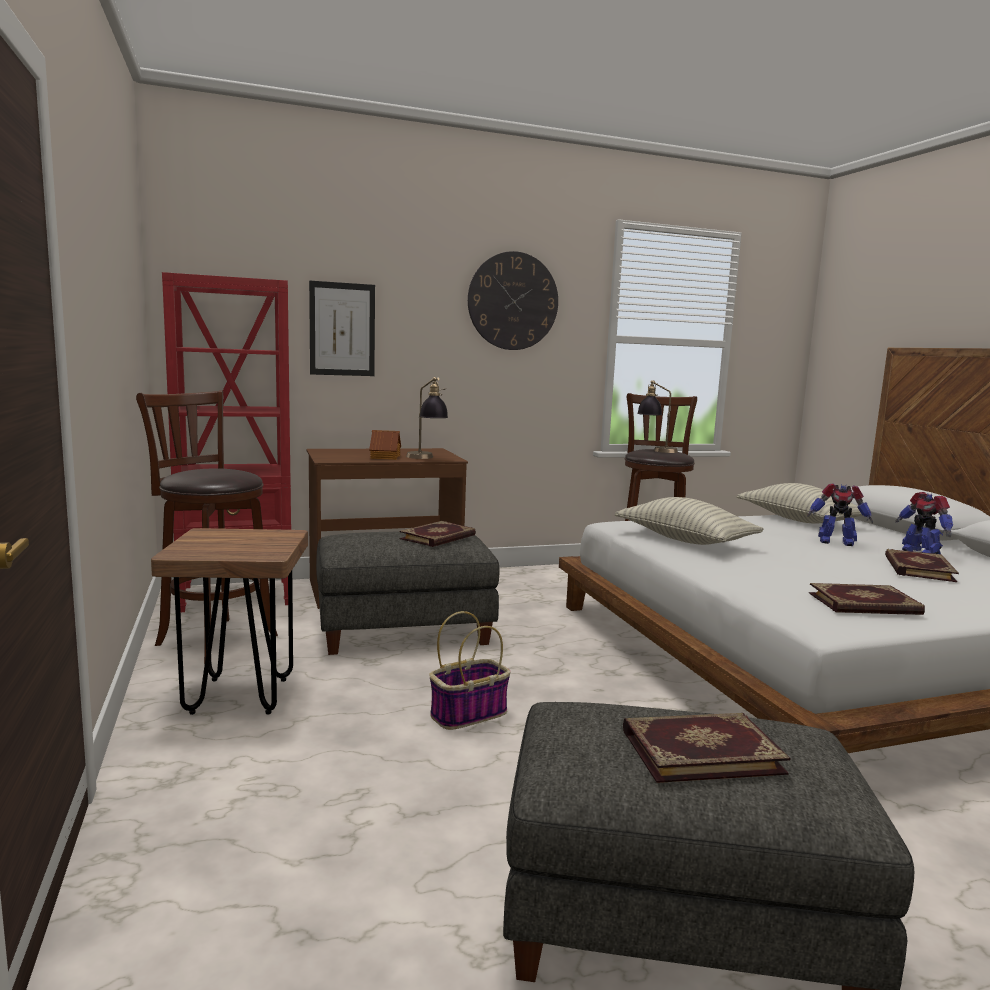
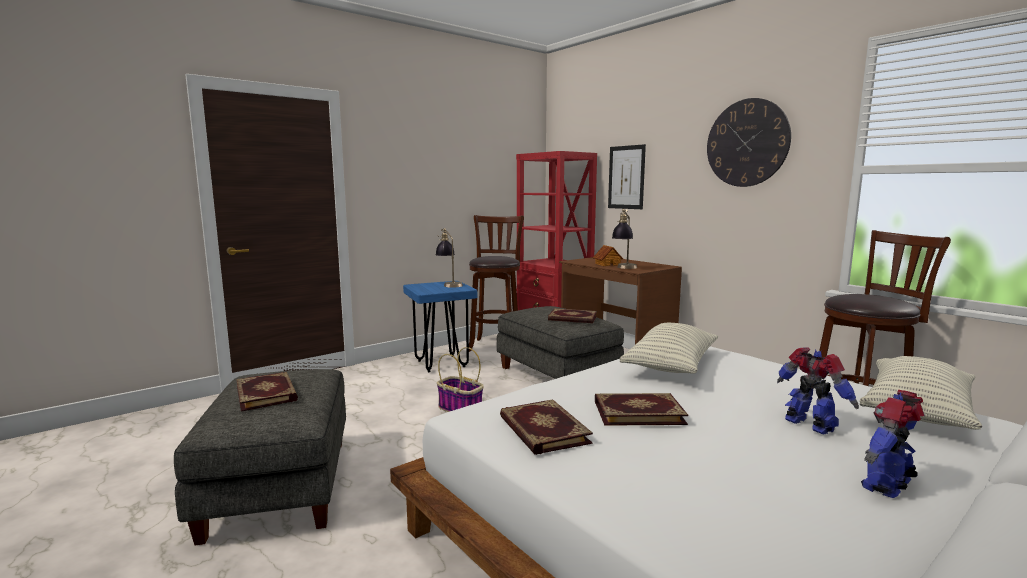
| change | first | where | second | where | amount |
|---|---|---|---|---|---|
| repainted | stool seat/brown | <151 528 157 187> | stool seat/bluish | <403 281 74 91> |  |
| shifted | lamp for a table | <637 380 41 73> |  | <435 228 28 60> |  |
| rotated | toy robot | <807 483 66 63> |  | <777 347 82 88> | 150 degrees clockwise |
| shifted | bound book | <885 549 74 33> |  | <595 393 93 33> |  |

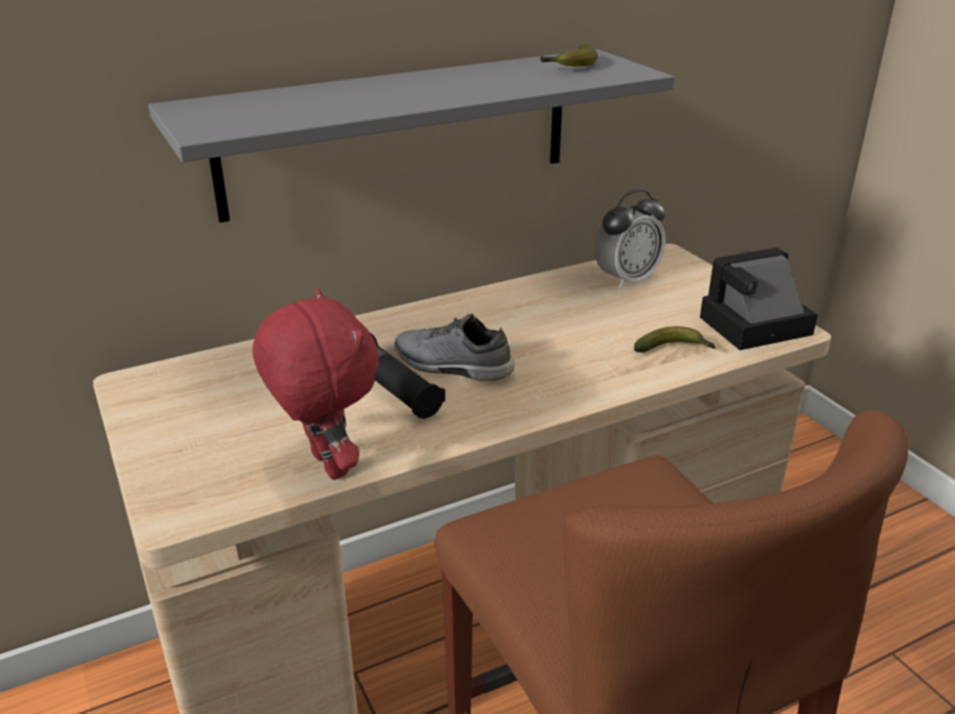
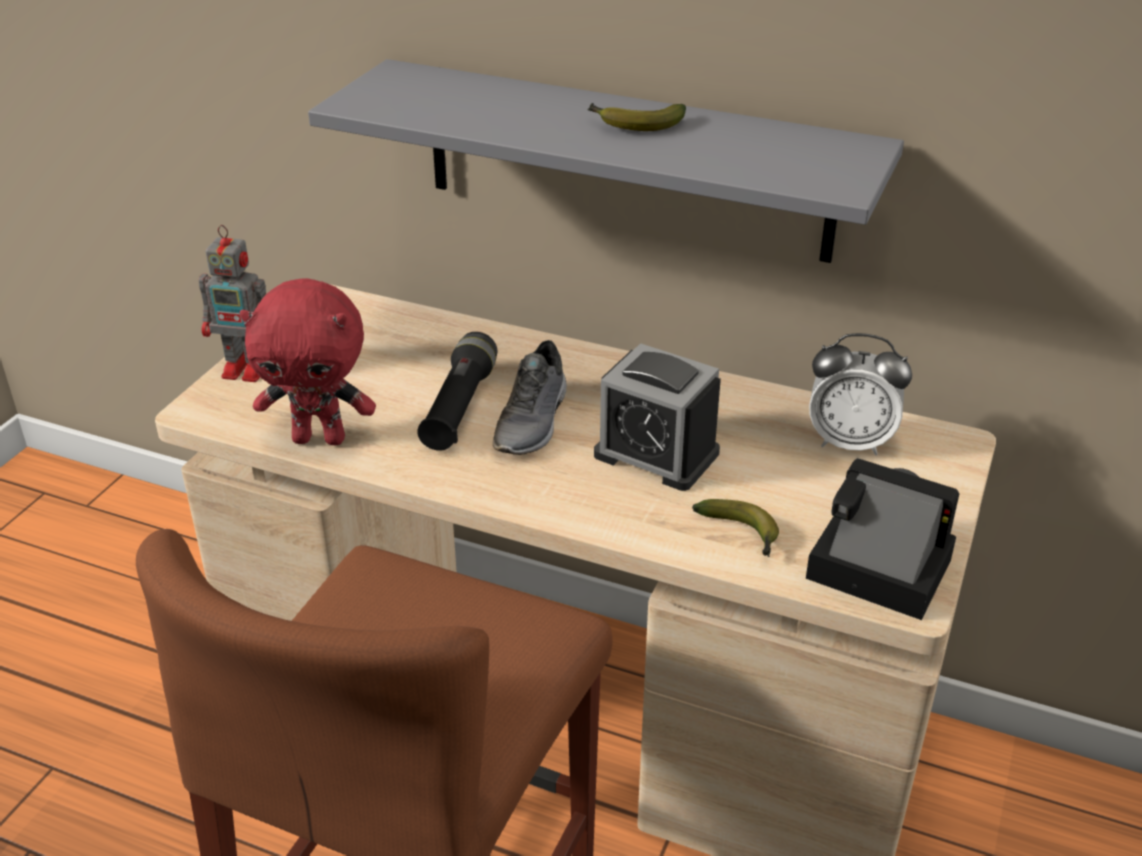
| change | first | where | second | where | amount |
|---|---|---|---|---|---|
| rotated | soft toy/red | <253 288 126 192> |  | <240 278 136 167> | 75 degrees clockwise |
| rotated | low shoe/greyish | <394 314 121 67> |  | <493 340 74 115> | 150 degrees counterclockwise |
| shifted | banana fruit | <540 45 58 22> |  | <587 103 99 28> |  |
| new |  |  | toy robot | <199 225 67 157> |  |
| new |  |  | alarm clock | <594 343 127 148> |  |

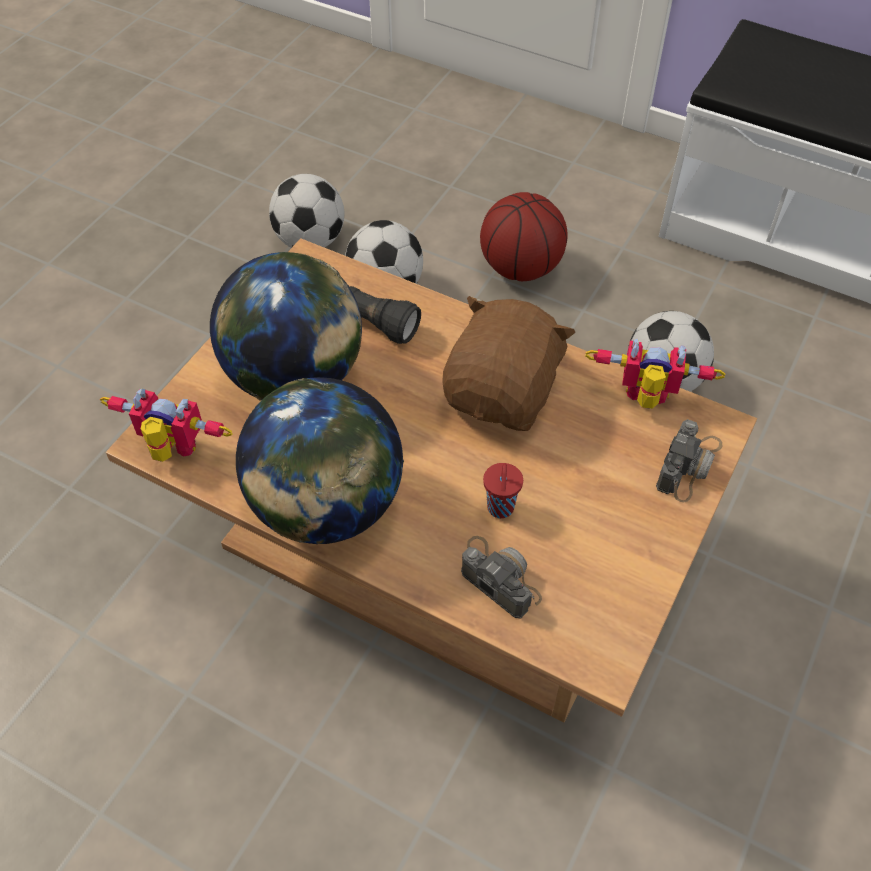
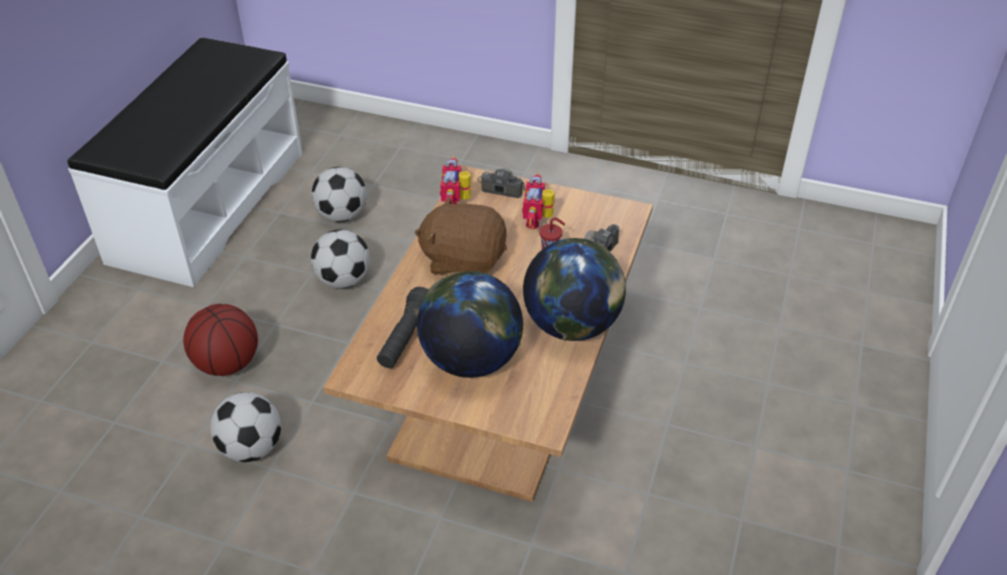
| change | first | where | second | where | amount |
|---|---|---|---|---|---|
| shifted | toy robot | <100 389 133 73> |  | <522 172 33 57> |  |
| shifted | ball for football | <269 174 76 74> |  | <312 167 55 55> |  |

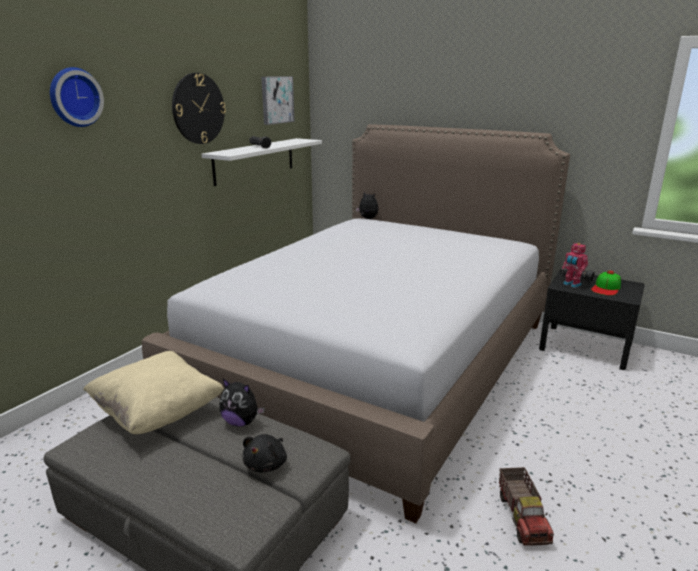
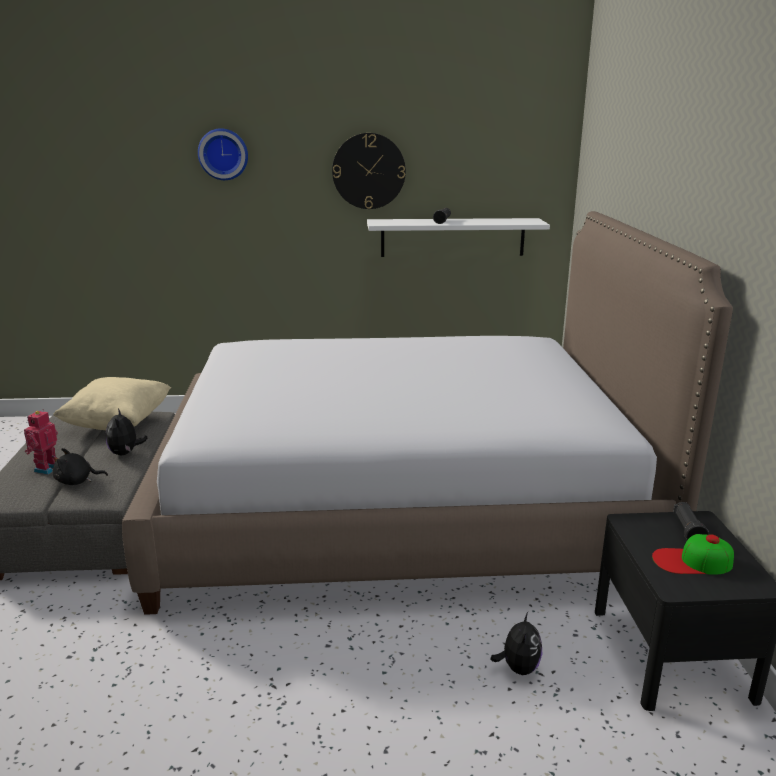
| change | first | where | second | where | amount |
|---|---|---|---|---|---|
| gone | wall picture | <261 77 34 48> |  |  |  |
| shifted | soft toy | <356 192 22 27> |  | <490 612 53 63> |  |
| gone | toy truck | <499 467 55 79> |  |  |  |
| shifted | toy robot | <562 242 26 46> |  | <24 409 34 65> |  |

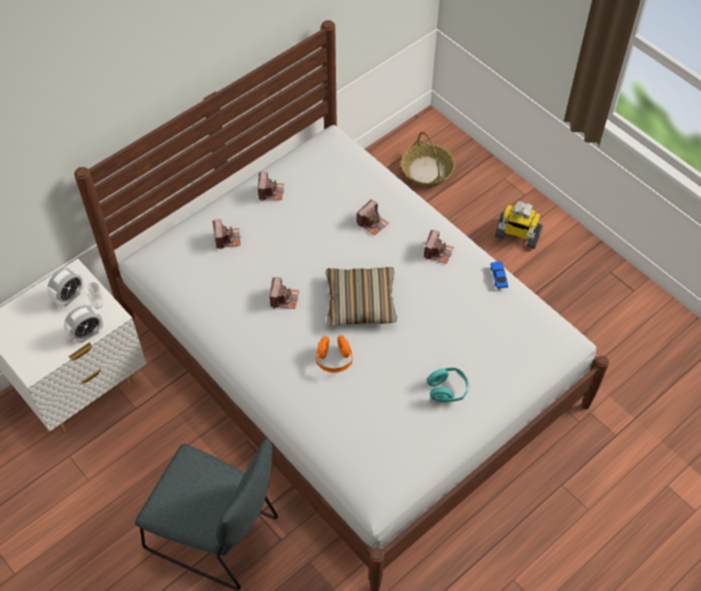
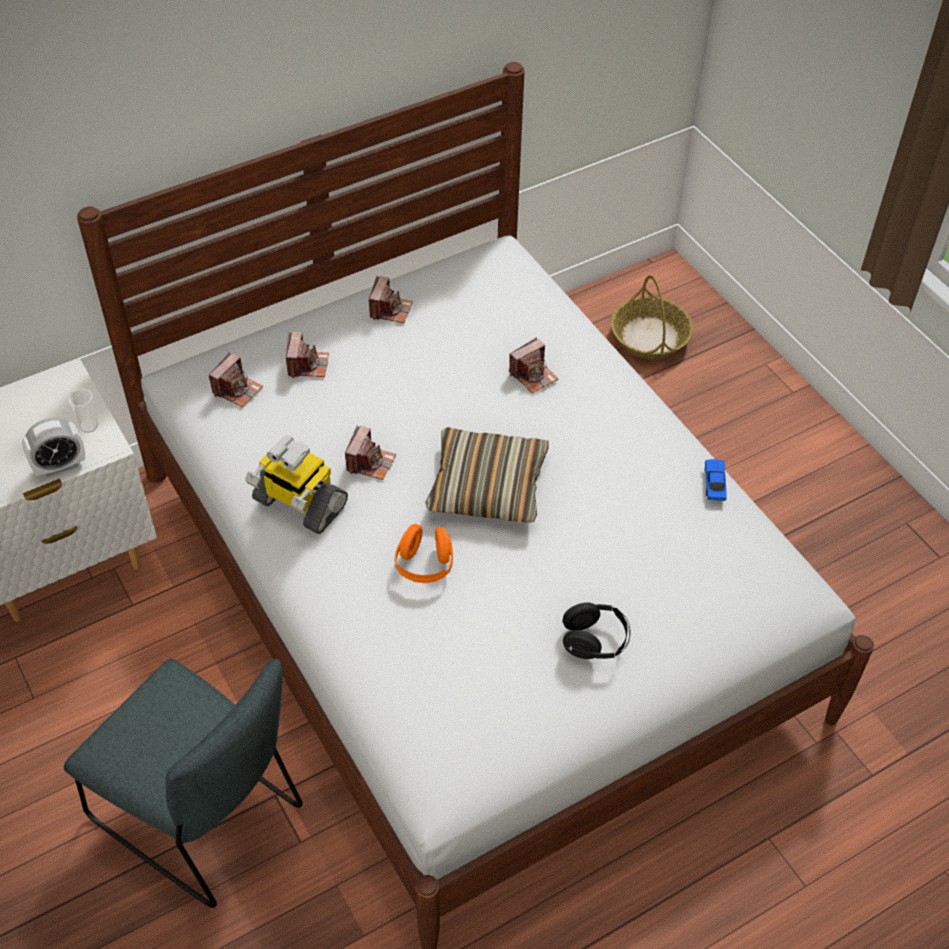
| change | first | where | second | where | amount |
|---|---|---|---|---|---|
| gone | alarm clock | <47 268 37 40> |  |  |  |
| shifted | photo camera | <424 230 30 34> |  | <209 352 54 55> |  |
| repainted | headset/blue-green | <427 367 42 36> | headset/blackish | <562 603 69 56> |  |
| shifted | toy robot | <494 201 49 48> |  | <245 435 103 99> |  |

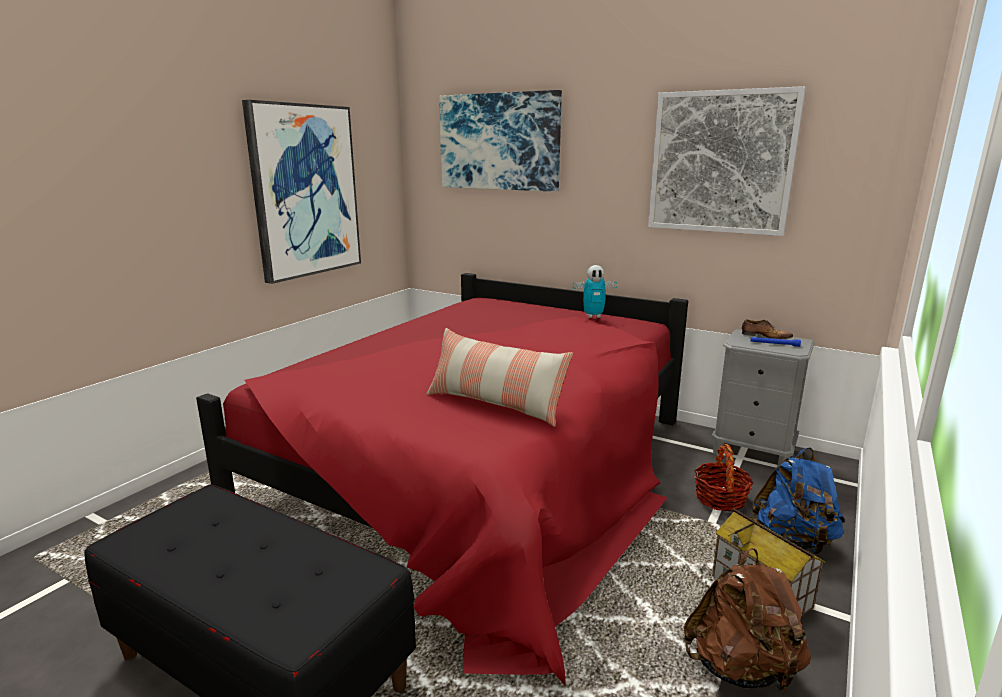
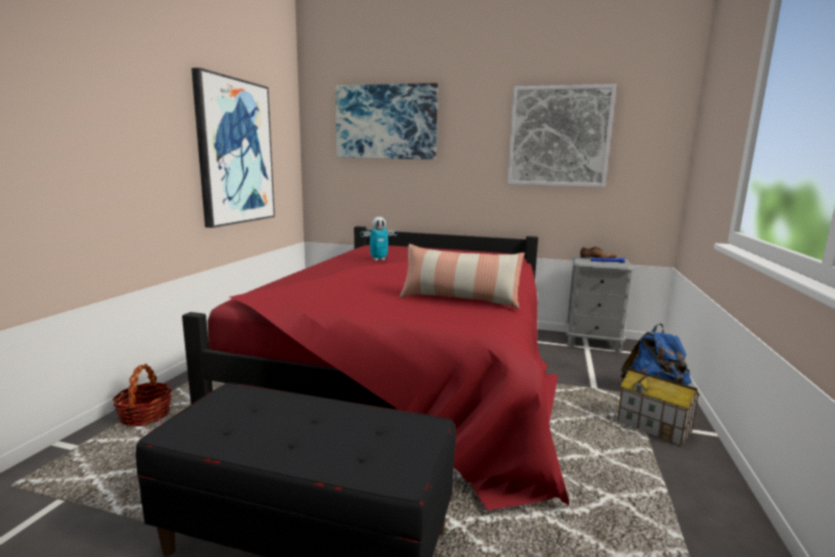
| change | first | where | second | where | amount |
|---|---|---|---|---|---|
| shifted | toy robot | <573 265 44 53> |  | <361 217 36 44> |  |
| gone | rucksack/brown | <684 548 127 144> |  |  |  |
| shifted | storage basket | <694 444 60 67> |  | <112 364 60 63> |  |

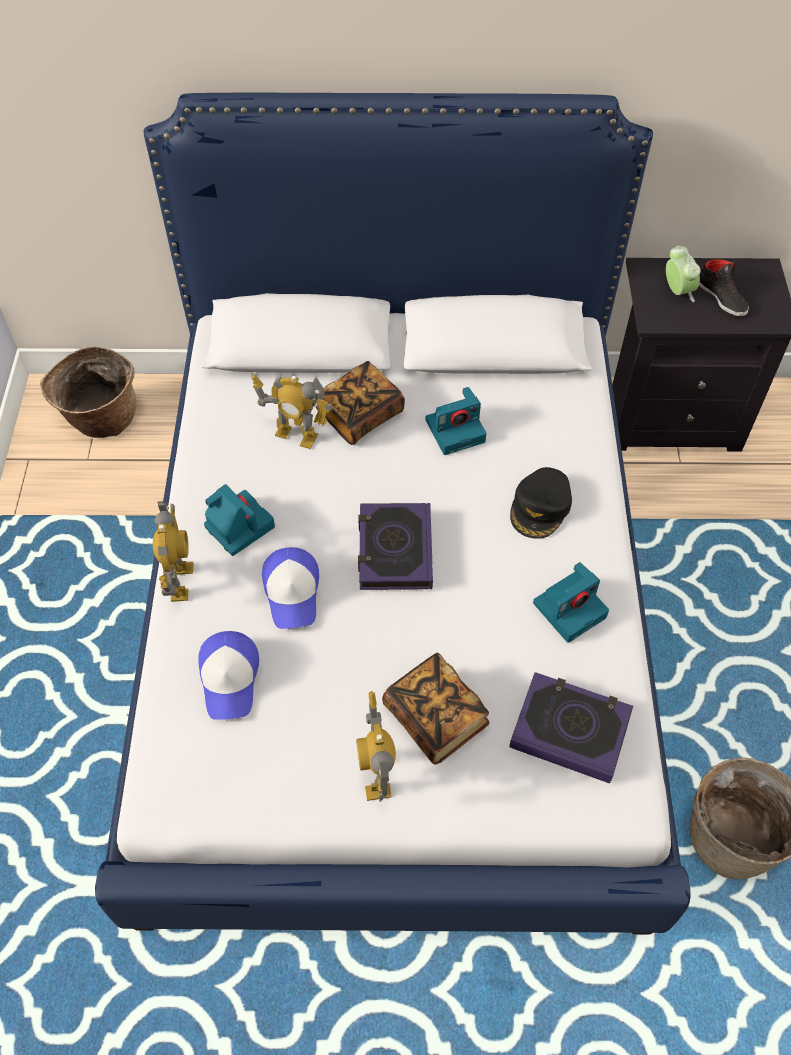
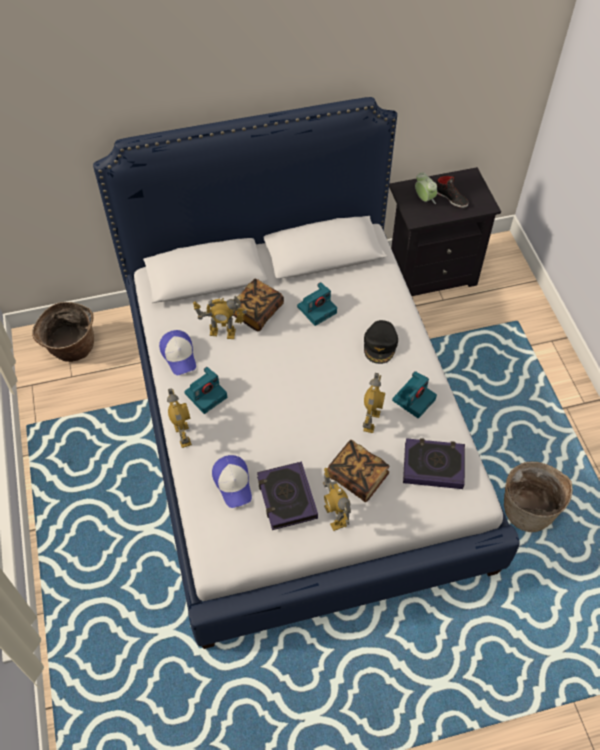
| change | first | where | second | where | amount |
|---|---|---|---|---|---|
| rotated | photo camera | <204 484 71 72> |  | <184 367 43 47> | 105 degrees clockwise |
| shifted | cap | <262 547 57 82> |  | <159 330 37 45> |  |
| shifted | bound book | <358 503 75 87> |  | <257 462 61 68> |  |
| new |  |  | toy robot | <363 373 22 60> |  |

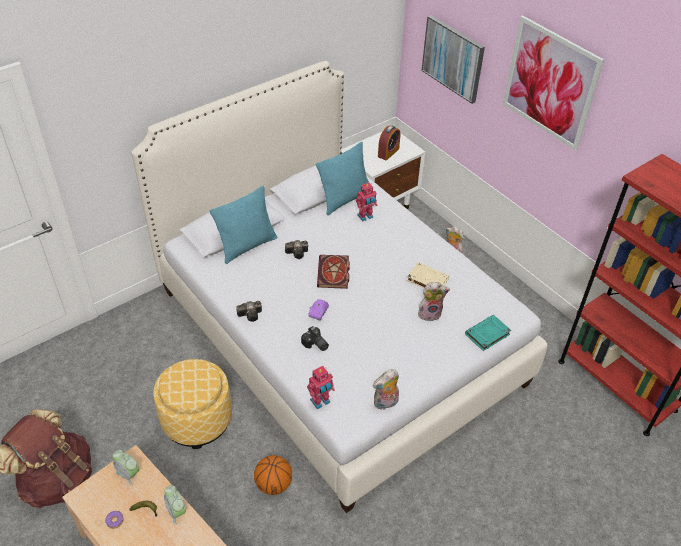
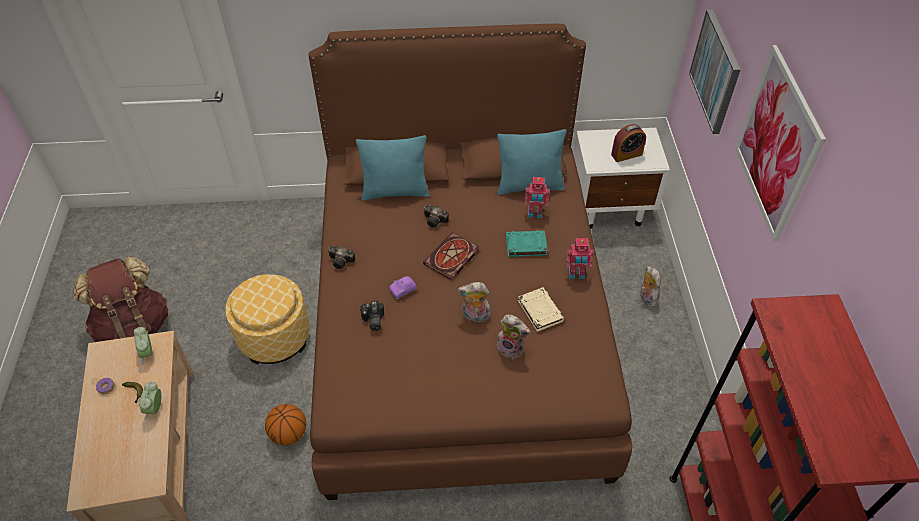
| change | first | where | second | where | amount |
|---|---|---|---|---|---|
| repainted | sleeping bed/whitish | <131 61 416 452> | sleeping bed/brown | <308 24 324 476> |  |
| shifted | toy robot | <307 366 28 43> |  | <566 238 28 41> |  |
| shifted | soft toy | <373 369 26 41> |  | <458 282 32 40> |  |
| shifted | bound book/blue-green | <465 315 46 36> |  | <506 230 42 27> |  |

